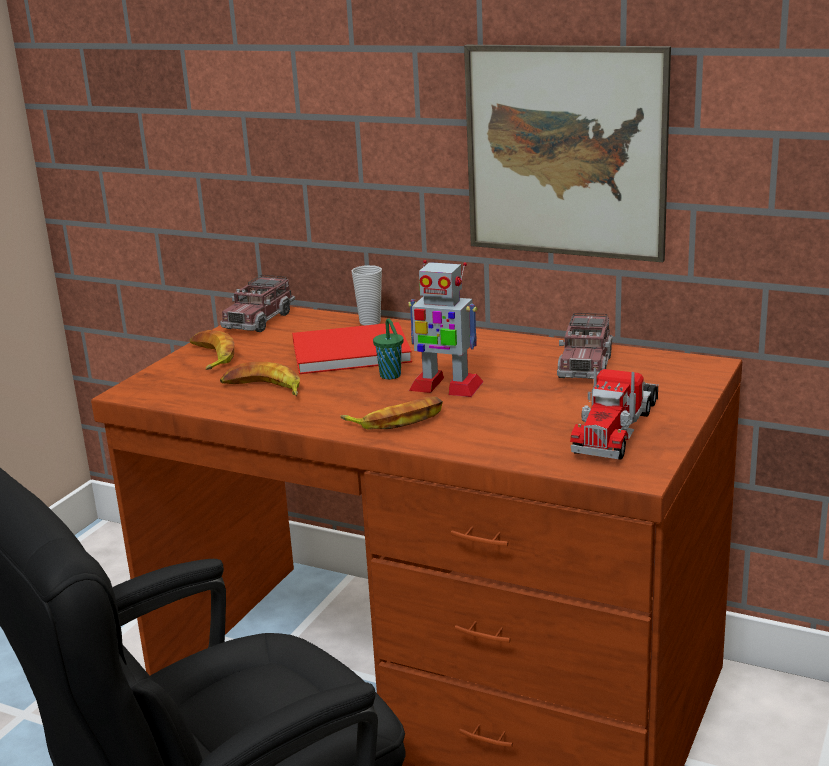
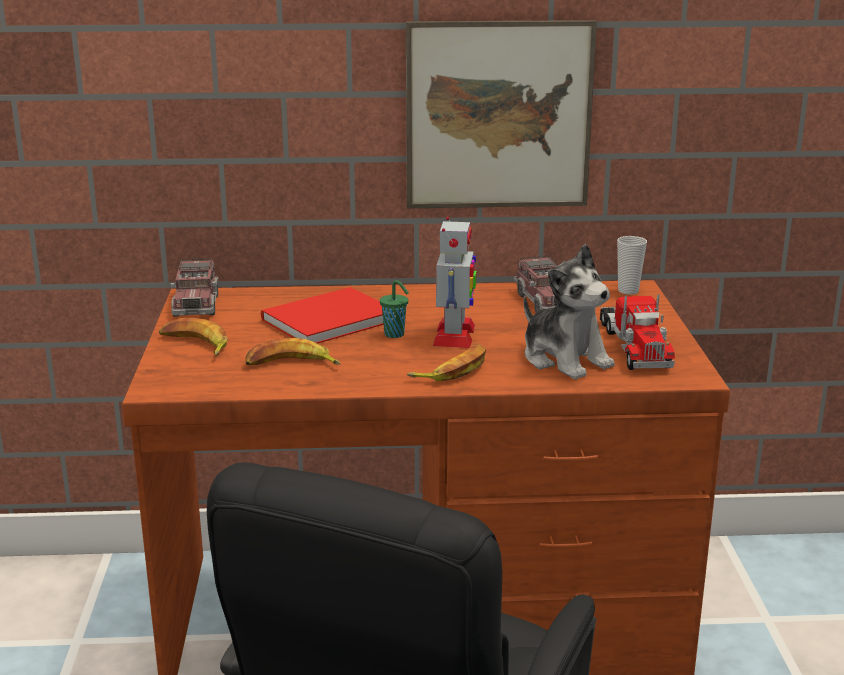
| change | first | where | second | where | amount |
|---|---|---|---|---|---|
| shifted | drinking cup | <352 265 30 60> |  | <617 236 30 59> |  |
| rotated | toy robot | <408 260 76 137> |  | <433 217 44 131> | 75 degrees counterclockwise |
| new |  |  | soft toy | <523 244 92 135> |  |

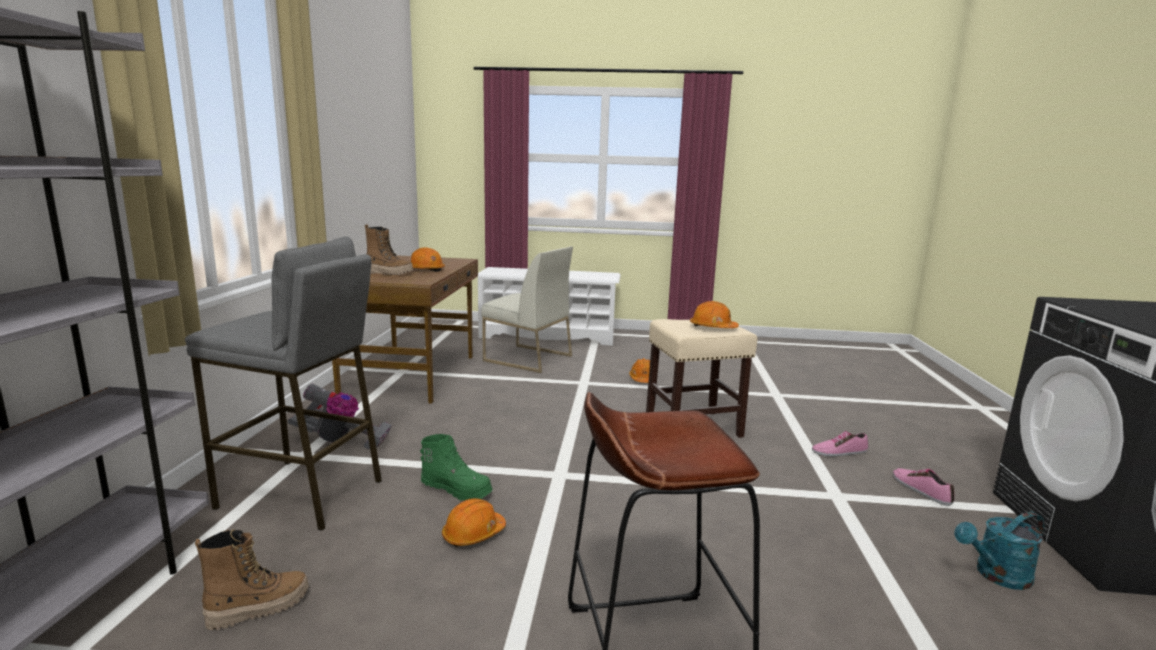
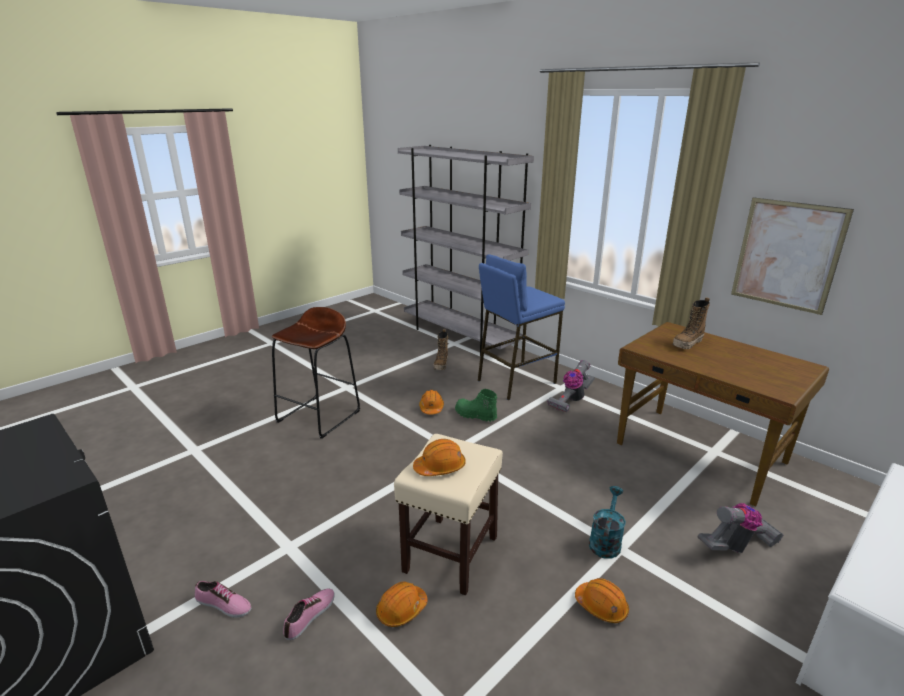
| change | first | where | second | where | amount |
|---|---|---|---|---|---|
| repainted | stool seat/greyish | <185 236 197 295> | stool seat/bluish | <478 254 87 146> |  |
| shifted | work helmet/orangey | <411 247 34 25> |  | <376 582 52 45> |  |
| rotated | boot/greenish | <420 434 73 67> |  | <455 389 42 33> | 60 degrees clockwise |
| swapped | plain chair/whitish | <481 246 92 127> | vacuum cleaner | <698 503 85 50> |  |
| shifted | sprinkling can/blue-green | <954 512 90 78> |  | <589 486 37 73> |  |
| new |  |  | wall picture | <731 197 123 118> |  |

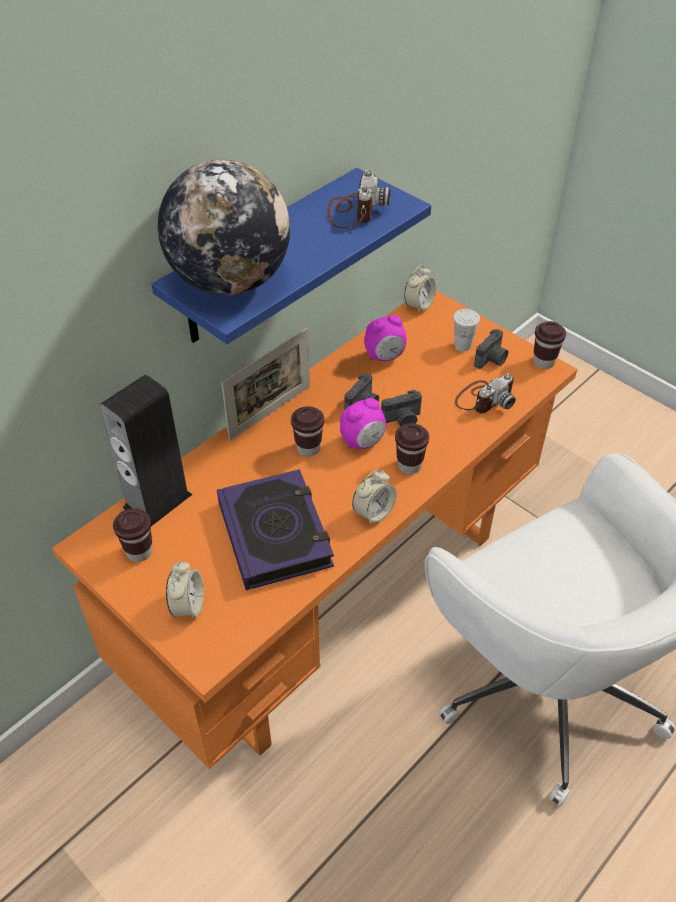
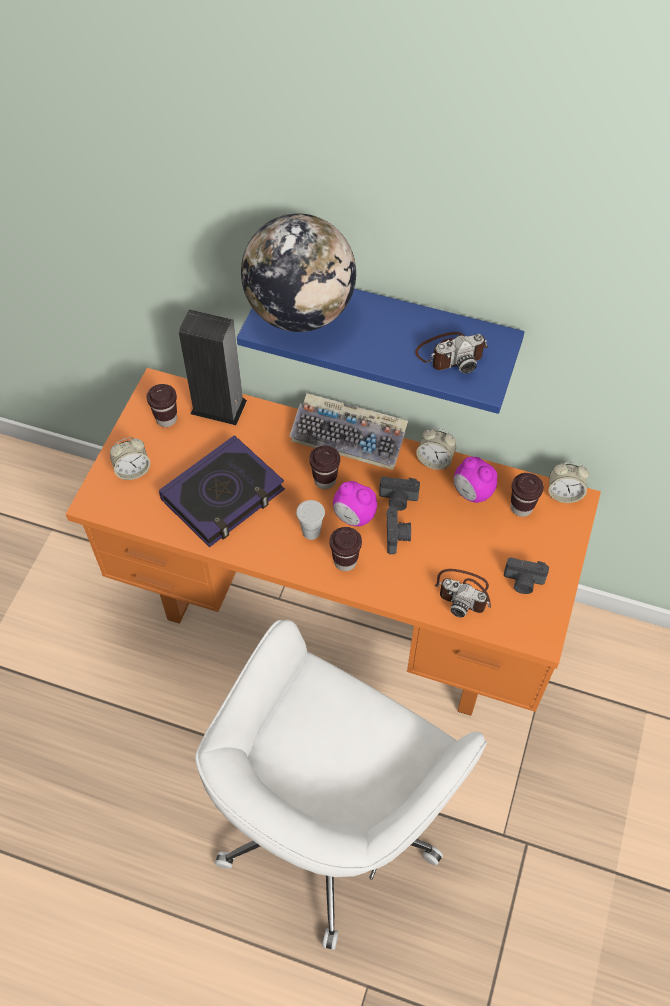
| change | first | where | second | where | amount |
|---|---|---|---|---|---|
| swapped | standing frame | <221 328 89 113> | PC keyboard | <289 393 119 77> |  |
| shifted | alarm clock | <352 469 45 57> |  | <416 428 40 42> |  |
| rotated | photo camera | <381 390 41 36> |  | <386 507 25 47> | 135 degrees counterclockwise |
| shifted | drinking cup/whitish | <453 309 27 43> |  | <296 500 29 40> |  |
| shifted | drinking cup/brown | <533 321 33 48> |  | <511 473 33 44> |  |

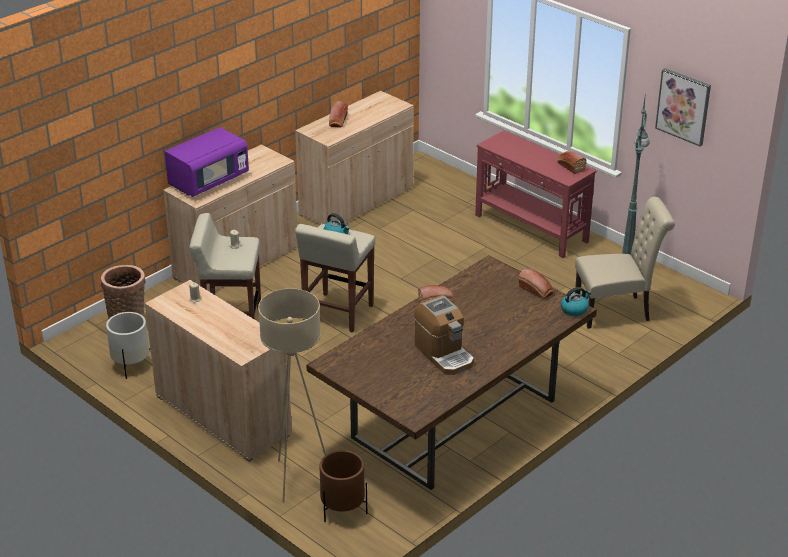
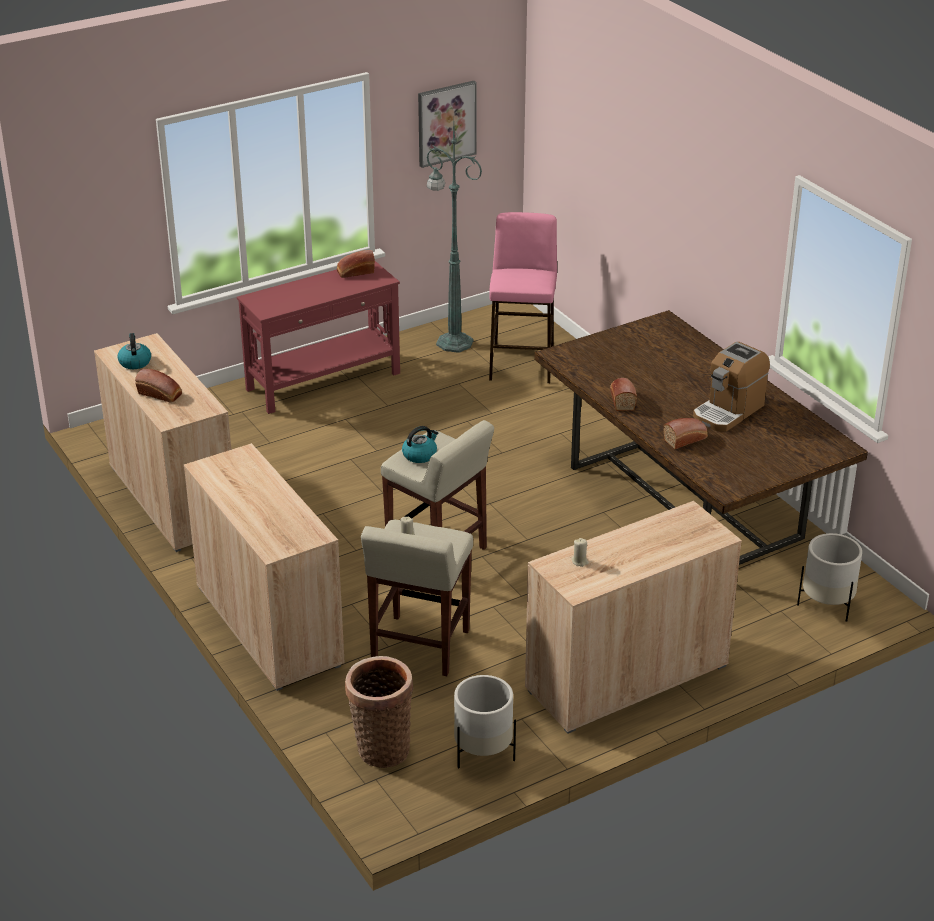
| change | first | where | second | where | amount |
|---|---|---|---|---|---|
| gone | microwave oven/purplish | <165 127 84 70> |  |  |  |
| gone | standard lamp/sand-coloured | <258 289 68 213> |  |  |  |
| repainted | plant pot/brown | <320 450 47 72> | plant pot/whitish | <797 533 65 89> |  |
| rotated | coffee maker | <414 295 60 80> |  | <693 342 77 90> | 150 degrees clockwise |
| shifted | bread | <519 268 34 31> |  | <664 418 44 31> |  |
| shifted | tea kettle | <561 287 30 29> |  | <117 333 34 36> |  |
| swapped | plain chair/sand-coloured | <575 197 100 132> | stool seat/pink | <489 212 68 171> |  |

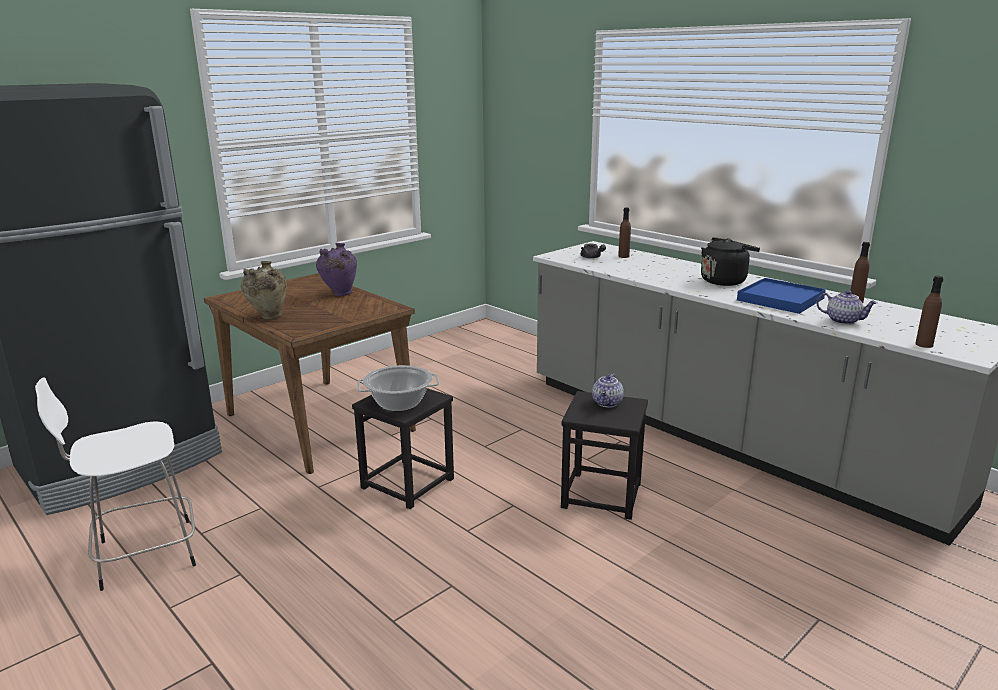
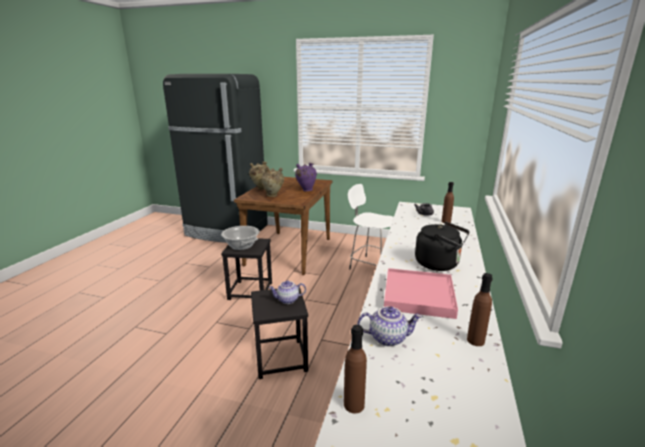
| change | first | where | second | where | amount |
|---|---|---|---|---|---|
| shifted | stool seat/whitish | <35 377 161 214> |  | <348 184 46 85> |  |
| repainted | carrying tray/bluish | <737 278 89 36> | carrying tray/pink | <384 268 74 51> |  |
| rotated | teapot | <816 290 61 35> |  | <358 306 64 41> | 90 degrees counterclockwise |
| new |  |  | flower vase/sand-coloured | <261 168 23 29> |  |

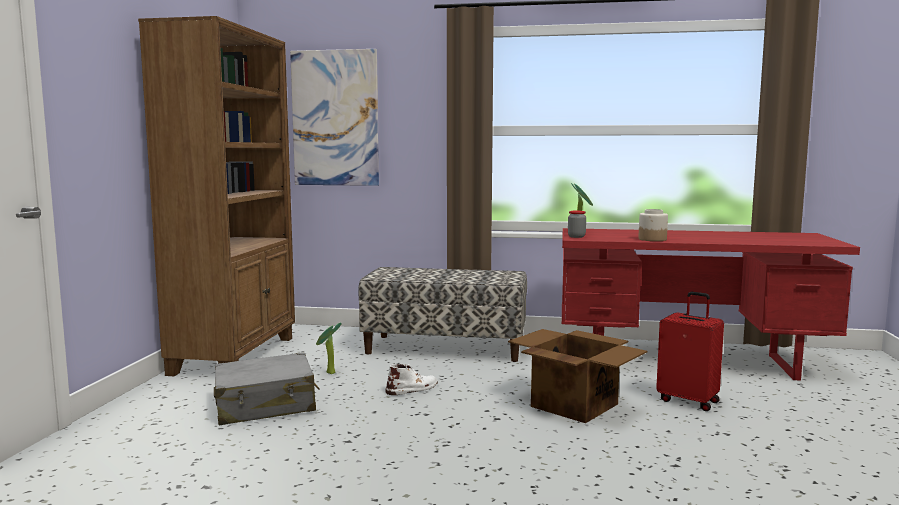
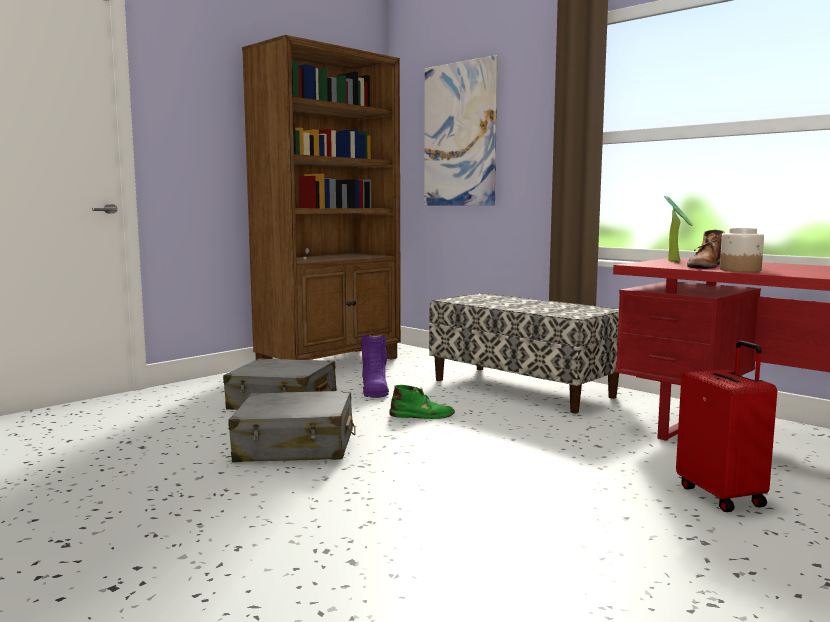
| change | first | where | second | where | amount |
|---|---|---|---|---|---|
| swapped | houseplant | <316 323 26 51> | boot/purplish | <361 335 28 63> |  |
| repainted | boot/whitish | <385 364 53 31> | boot/greenish | <389 385 66 34> |  |
| gone | cardboard box | <508 329 139 94> |  |  |  |
| gone | jar | <568 211 18 27> |  |  |  |
| new |  |  | piece of luggage/greyish | <228 390 127 72> |  |
| new |  |  | boot/brown | <687 230 38 39> |  |

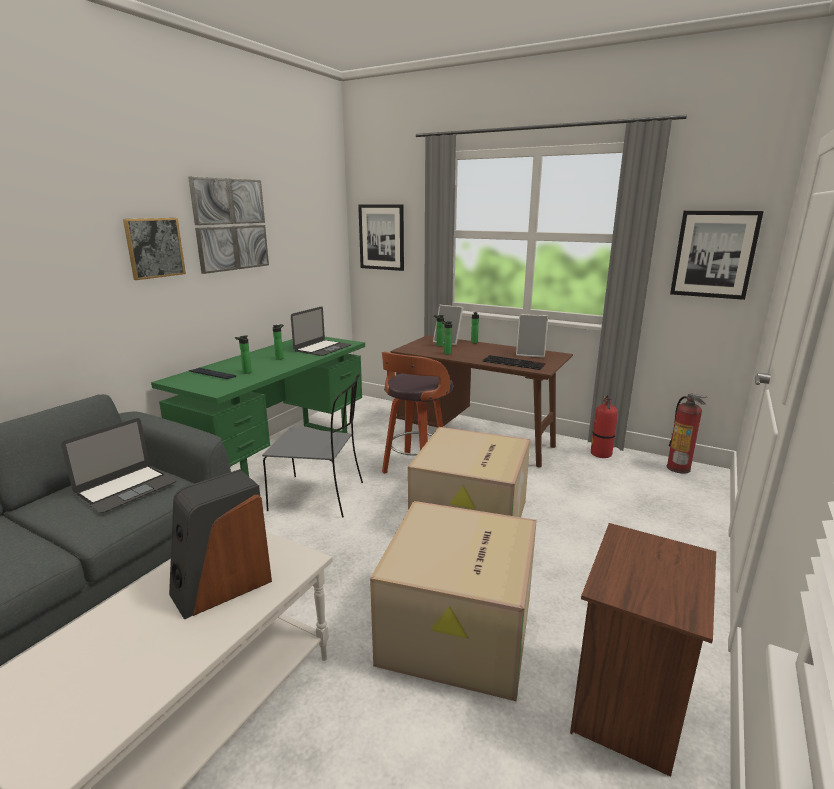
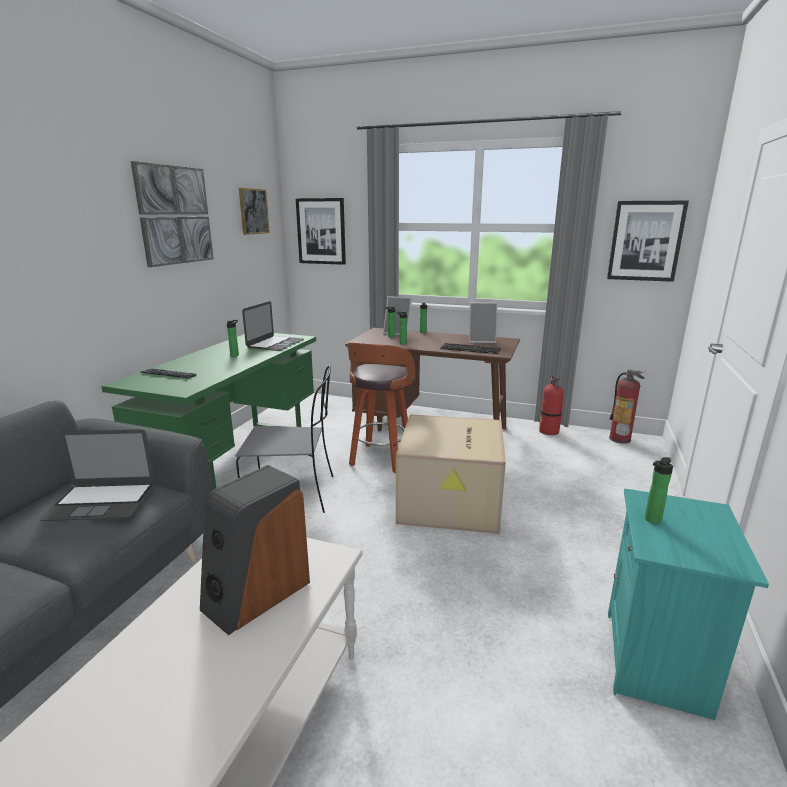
| change | first | where | second | where | amount |
|---|---|---|---|---|---|
| rotated | notebook computer | <61 418 116 95> |  | <39 429 116 92> | 60 degrees clockwise |
| shifted | wall picture | <123 218 63 62> |  | <239 188 31 47> |  |
| shifted | bottle | <235 335 17 39> |  | <645 457 28 67> |  |
| gone | cardboard box | <370 501 167 200> |  |  |  |
| repainted | night table/brown | <570 523 146 254> | night table/blue-green | <608 488 161 232> |  |

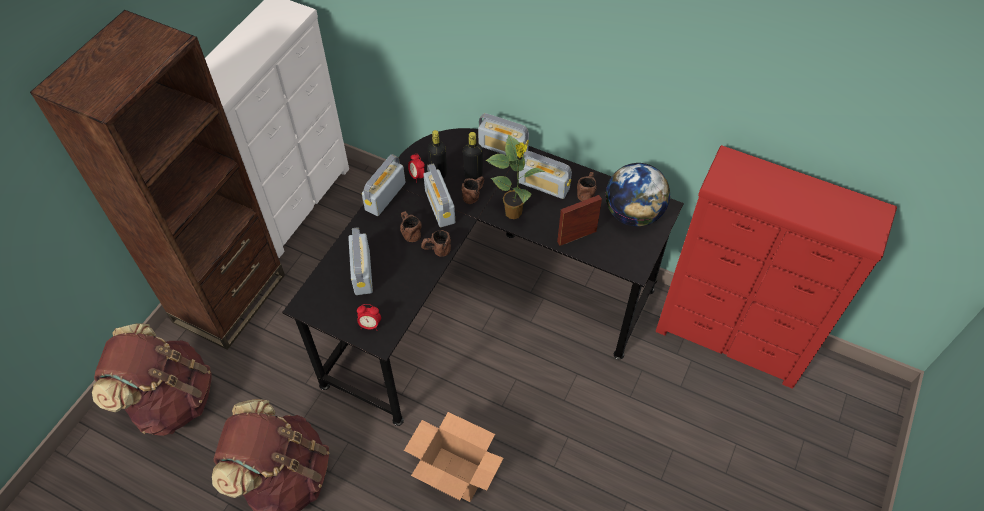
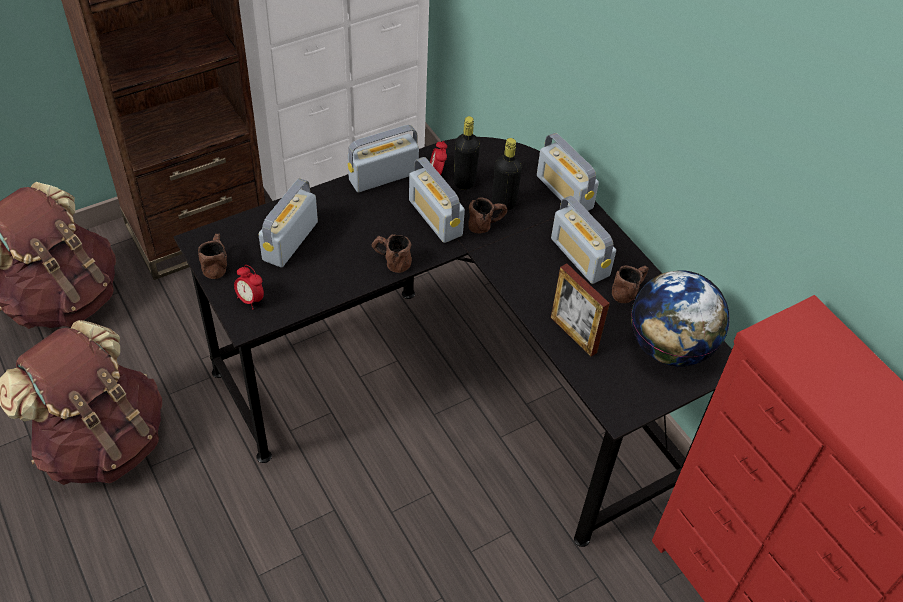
| change | first | where | second | where | amount |
|---|---|---|---|---|---|
| shifted | tea mug/brown | <400 211 22 31> |  | <198 233 29 46> |  |
| gone | cardboard box | <404 412 100 90> |  |  |  |
| rotated | radio receiver | <423 163 32 64> |  | <409 157 56 86> | 45 degrees counterclockwise |
| gone | houseplant | <485 134 60 85> |  |  |  |
| rotated | standing frame | <557 195 45 51> |  | <551 263 59 94> | 135 degrees counterclockwise |

